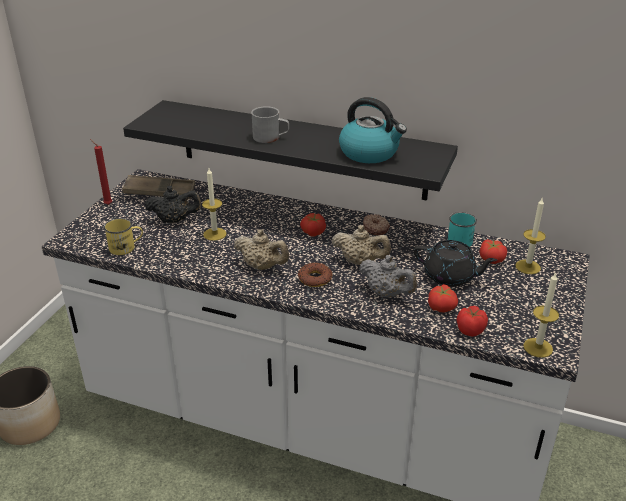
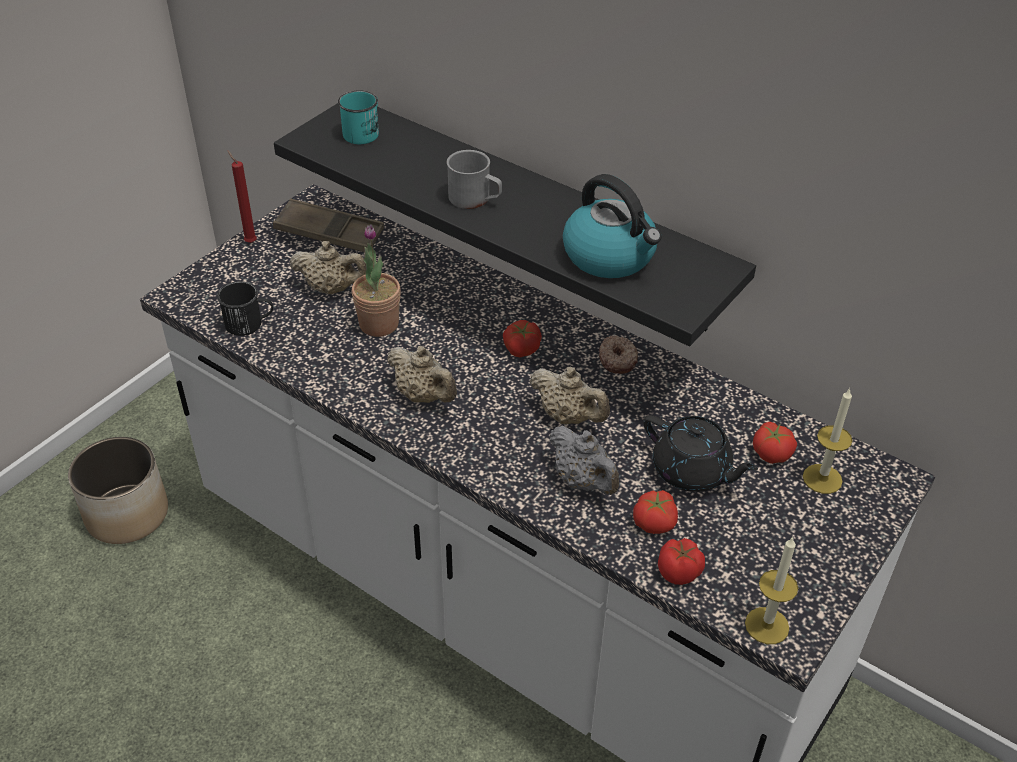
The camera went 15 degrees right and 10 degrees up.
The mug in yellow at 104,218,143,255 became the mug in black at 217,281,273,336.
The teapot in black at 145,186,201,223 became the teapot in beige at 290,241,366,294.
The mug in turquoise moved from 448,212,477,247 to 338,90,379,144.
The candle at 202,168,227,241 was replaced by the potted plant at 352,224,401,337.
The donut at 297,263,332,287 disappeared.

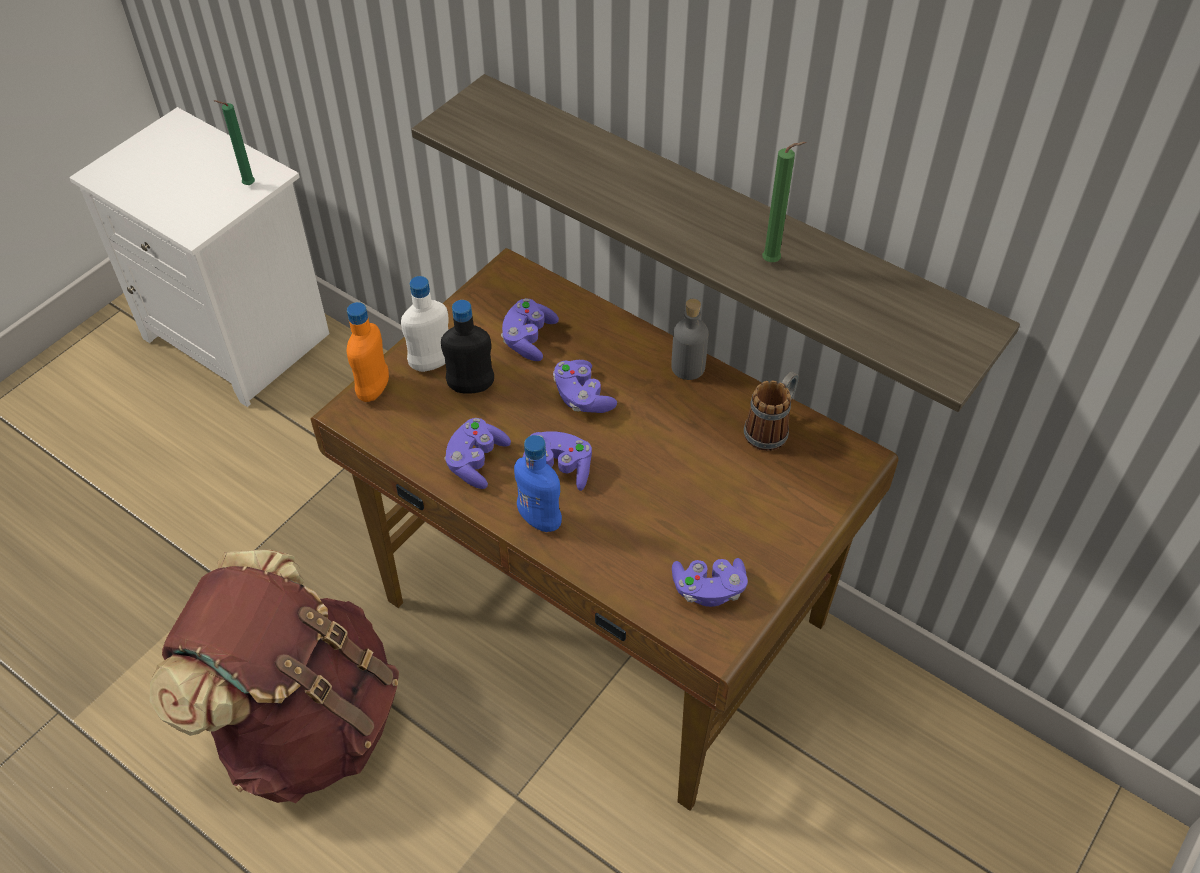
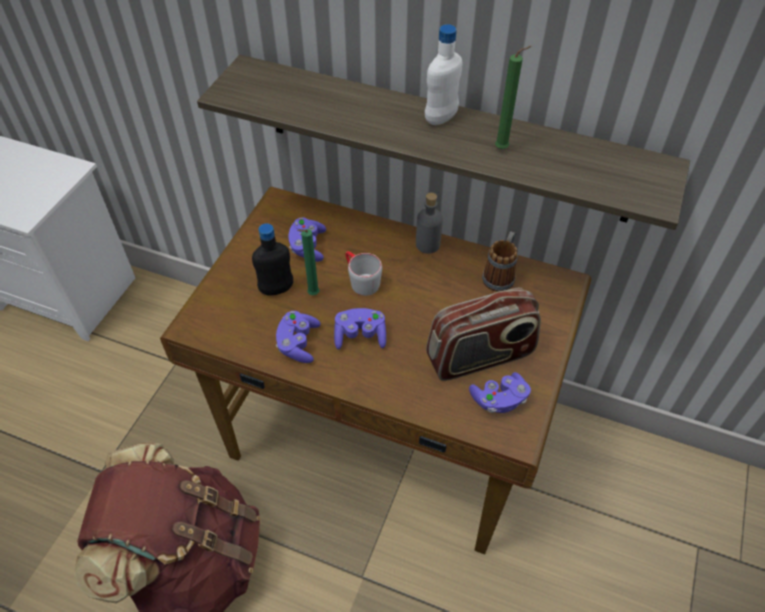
The camera went 15 degrees left and 0 degrees up.
The candle in green moved from 214,100,255,185 to 297,229,320,295.
The game controller in purple at 553,360,617,413 was replaced by the mug in grey at 345,251,382,296.
The bottle in white moved from 401,276,449,372 to 425,24,462,125.
The radio at 426,288,541,381 appeared.
The bottle in orange at 347,302,389,402 disappeared.
The bottle in blue at 514,435,562,532 disappeared.

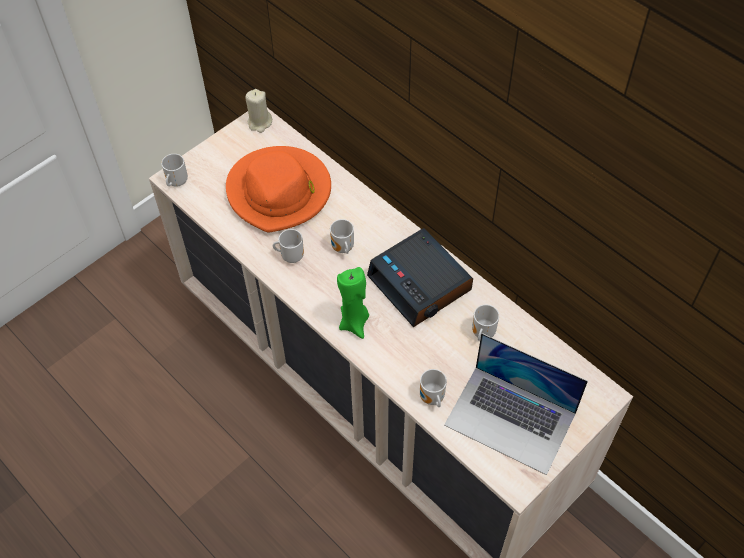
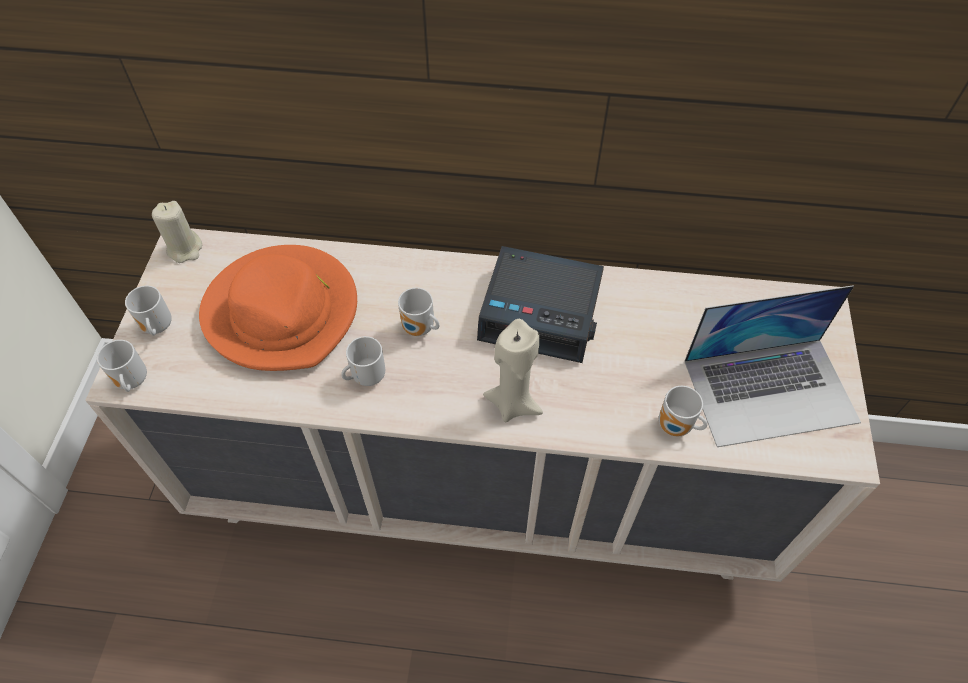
The camera went 40 degrees left and 0 degrees up.
The mug moved from 472,304,499,341 to 125,286,172,335.
The candle in green at 337,267,369,339 became the candle in beige at 483,319,543,422.

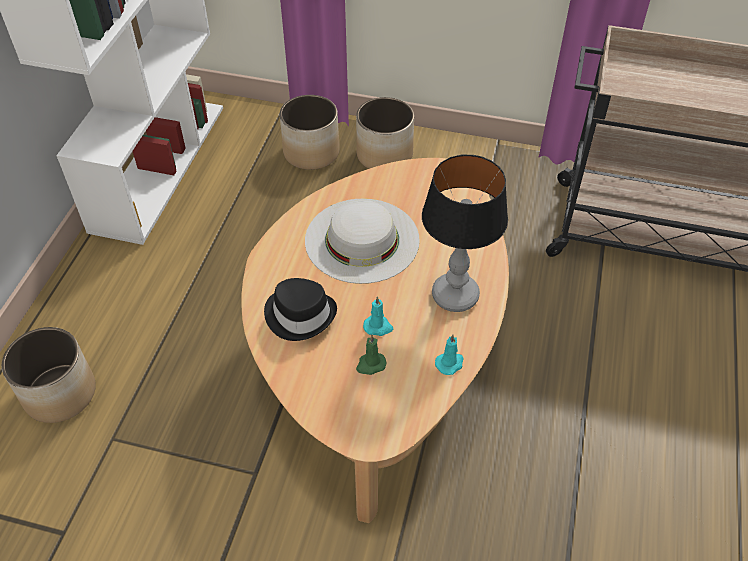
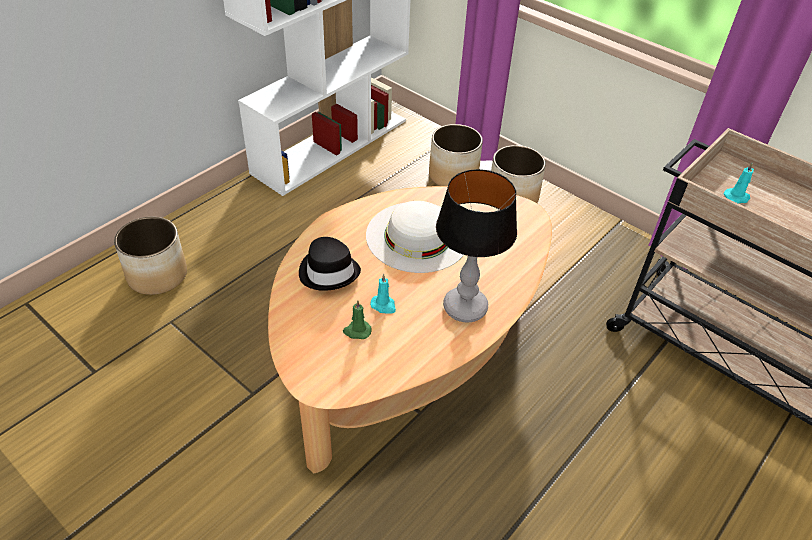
The camera went 25 degrees right and 5 degrees down.
The candle in turquoise moved from 435,335,464,375 to 724,162,754,203.

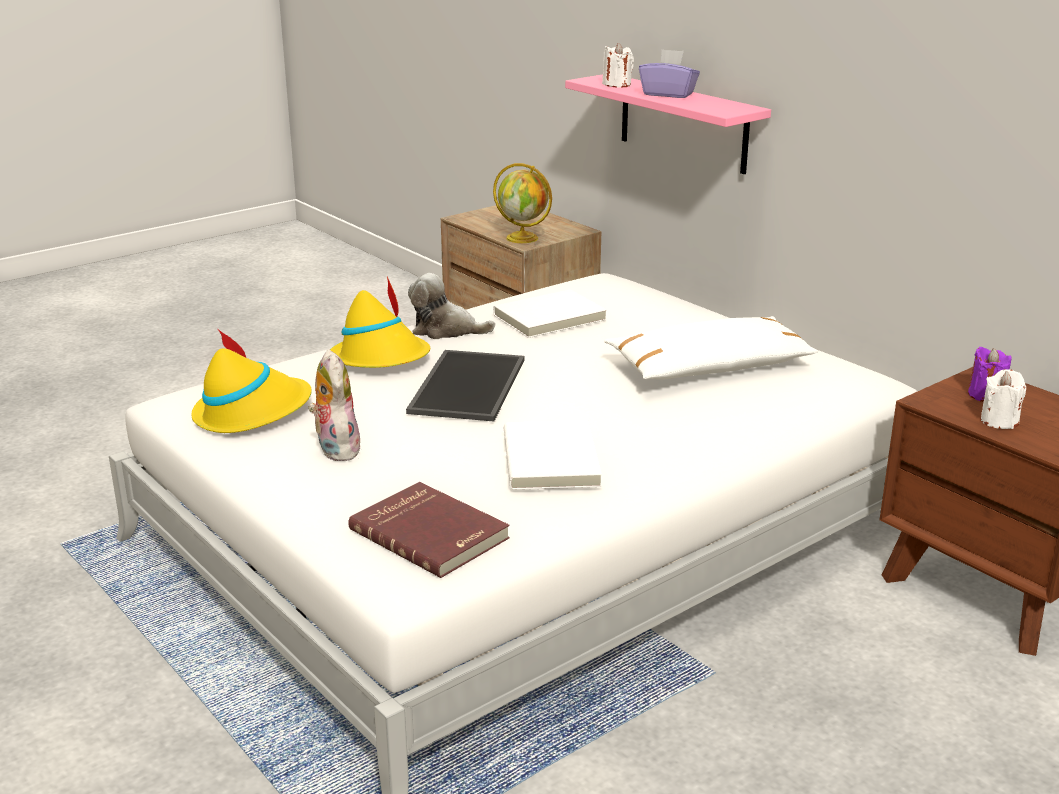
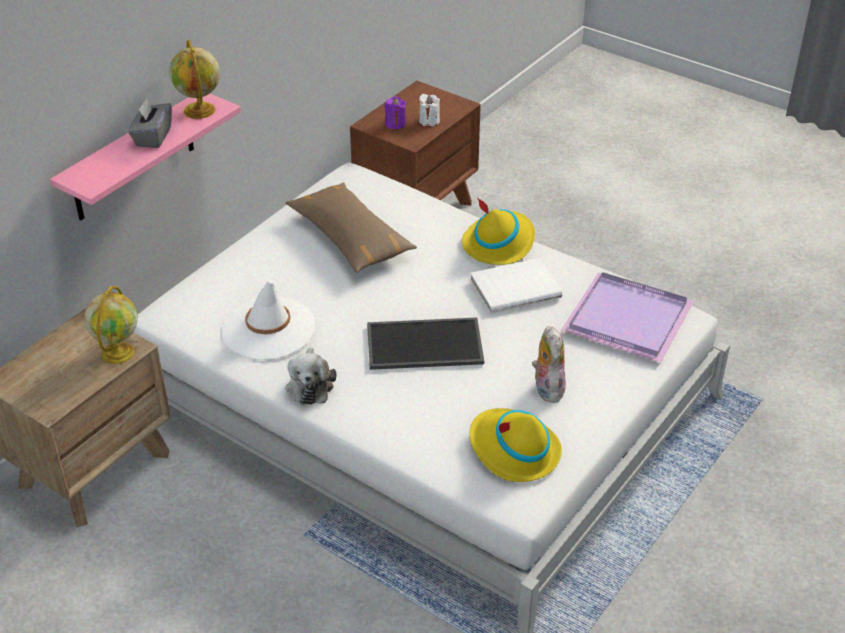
The camera went 105 degrees left and 15 degrees up.
The tissue box in purple at 639,49,700,98 became the tissue box in grey at 129,98,172,148.
The globe at 169,40,220,119 appeared.
The book in white at 493,289,607,338 was replaced by the hat in white at 222,280,315,360.
The pillow in white at 604,316,818,380 became the pillow in brown at 285,182,417,273.
The hat in yellow moved from 330,276,430,368 to 462,198,535,265.
The plush toy at 308,349,361,461 turned 120 degrees clockwise.
The book in red at 348,482,510,578 was replaced by the tray in purple at 561,272,694,363.
The candle in white at 602,43,634,88 disappeared.

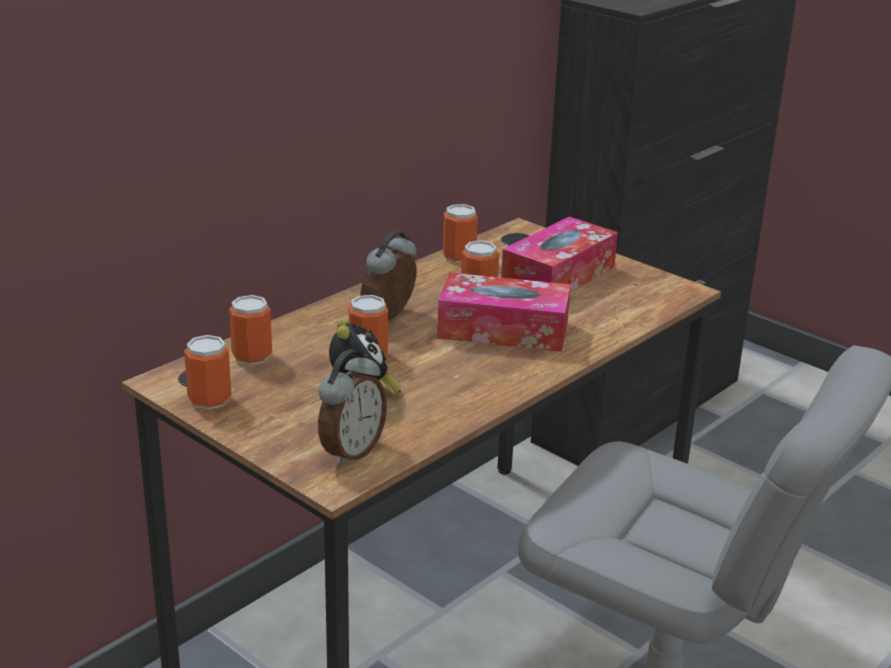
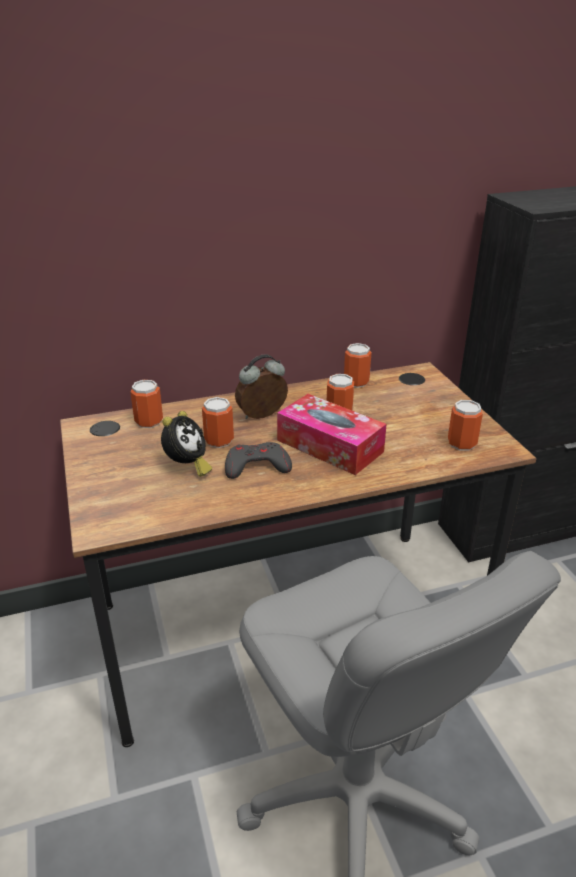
The camera went 30 degrees right and 5 degrees up.
The game controller in grey at 225,442,292,479 appeared.
The can moved from 184,335,231,409 to 448,400,483,451.
The alarm clock at 318,349,387,466 disappeared.
The tissue box at 501,217,618,292 disappeared.

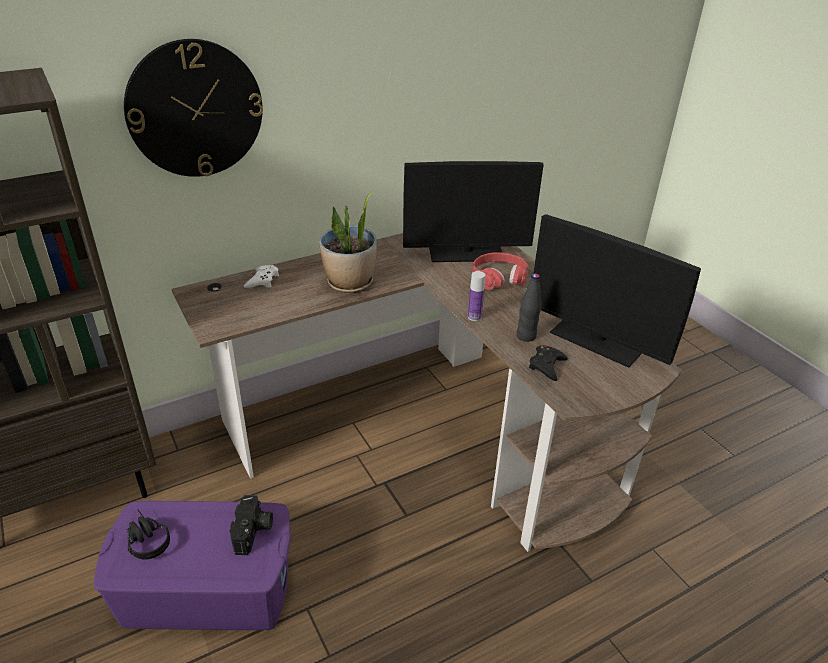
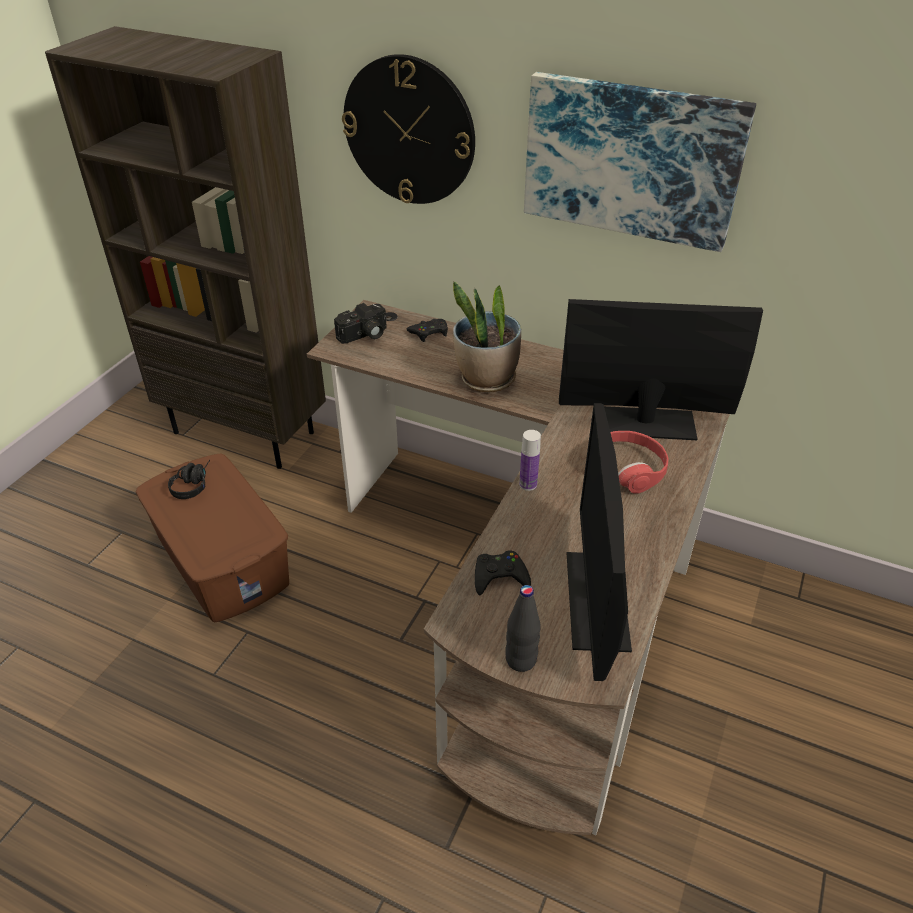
The camera went 55 degrees right and 5 degrees up.
The storage box in purple at 94,501,291,630 became the storage box in brown at 136,454,289,622.
The photo camera moved from 230,495,273,555 to 334,303,386,344.
The game controller in white at 244,265,279,288 became the game controller in black at 407,319,448,342.
The bottle in black moved from 517,273,542,342 to 505,585,541,672.
The picture at 524,72,756,252 appeared.
The monitor at 403,161,544,262 turned 135 degrees clockwise.

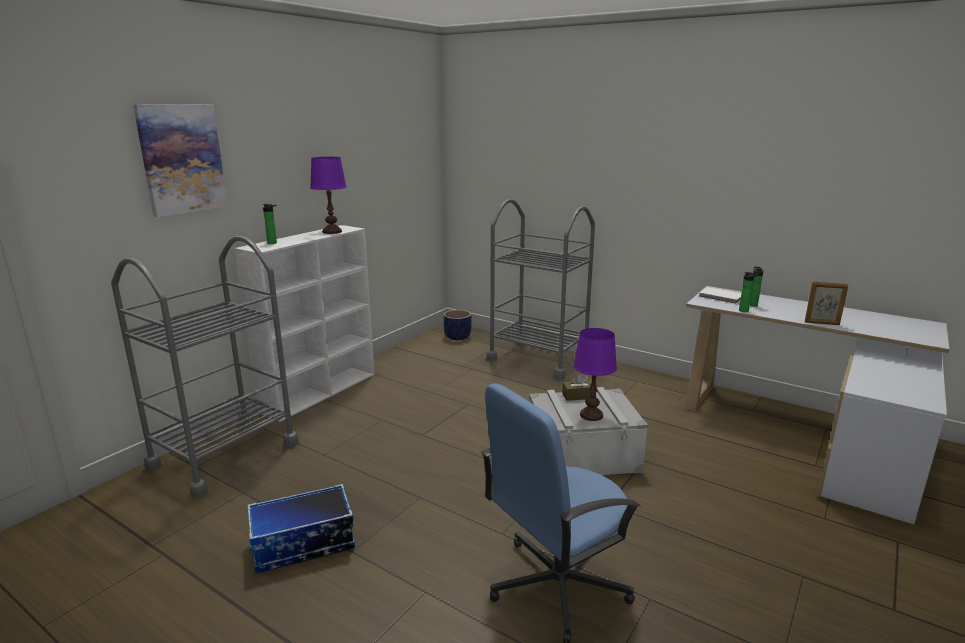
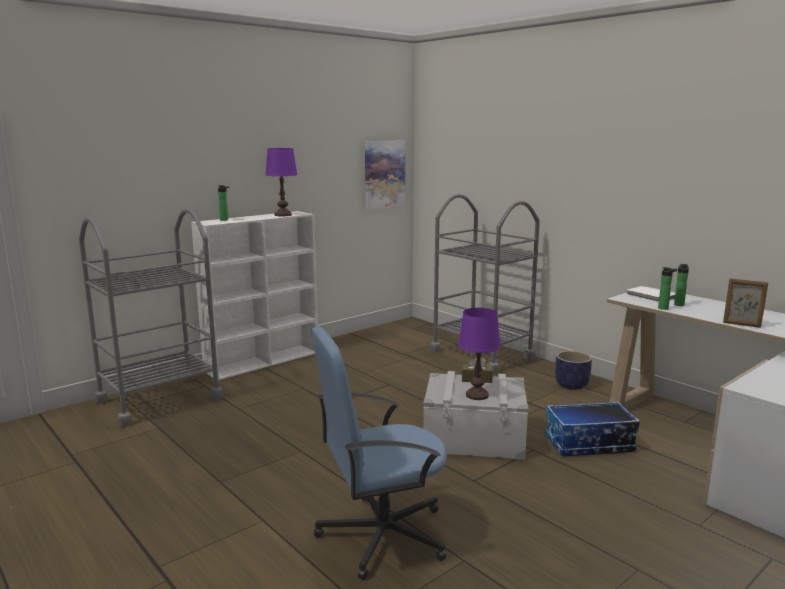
The camera went 15 degrees right and 5 degrees down.
The picture moved from 133,104,228,217 to 365,141,405,210.
The storage box moved from 247,484,355,573 to 545,402,640,456.
The planter moved from 443,310,472,340 to 555,351,592,390.

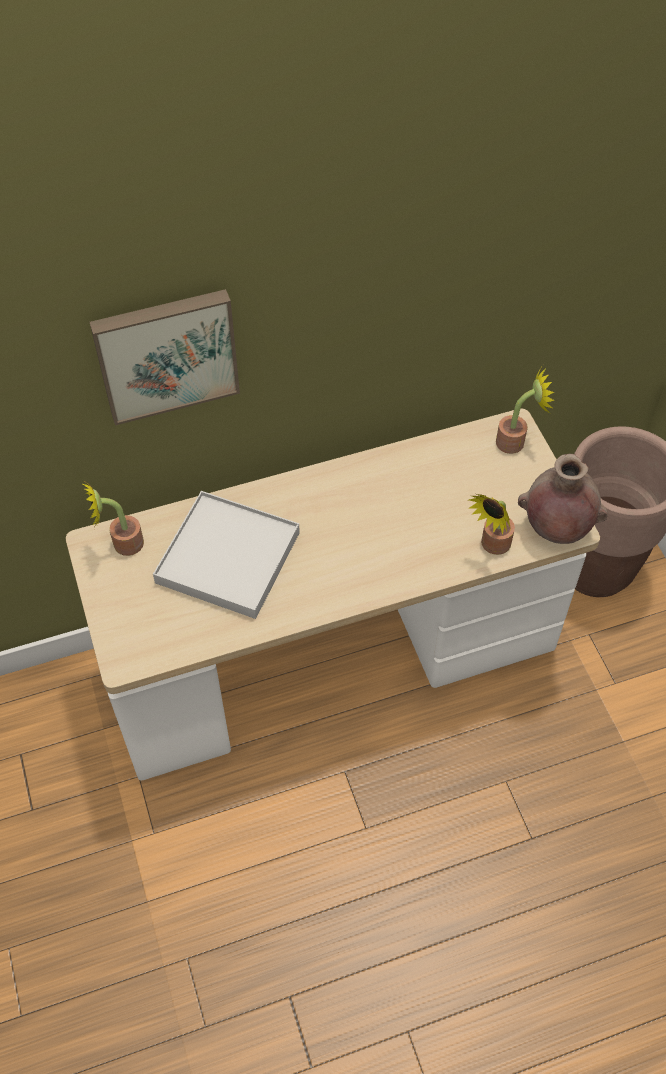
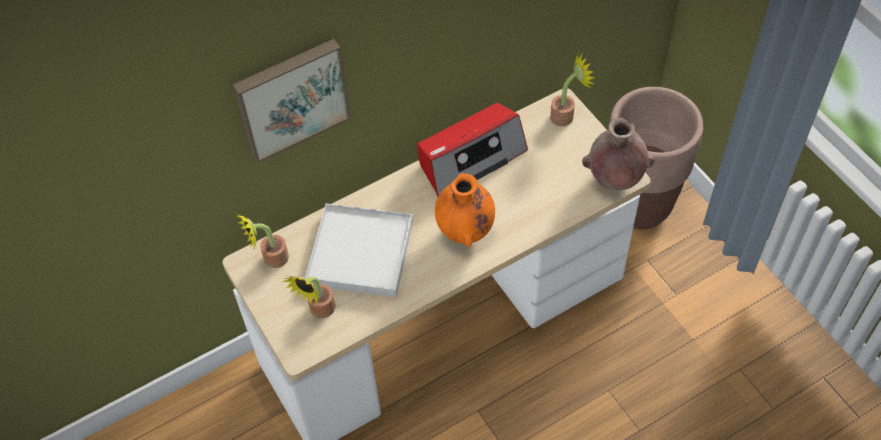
The camera went 10 degrees left and 0 degrees up.
The potted plant moved from 468,494,515,555 to 283,276,335,318.
The radio at 417,103,528,196 appeared.
The vase in orange at 435,173,495,246 appeared.

